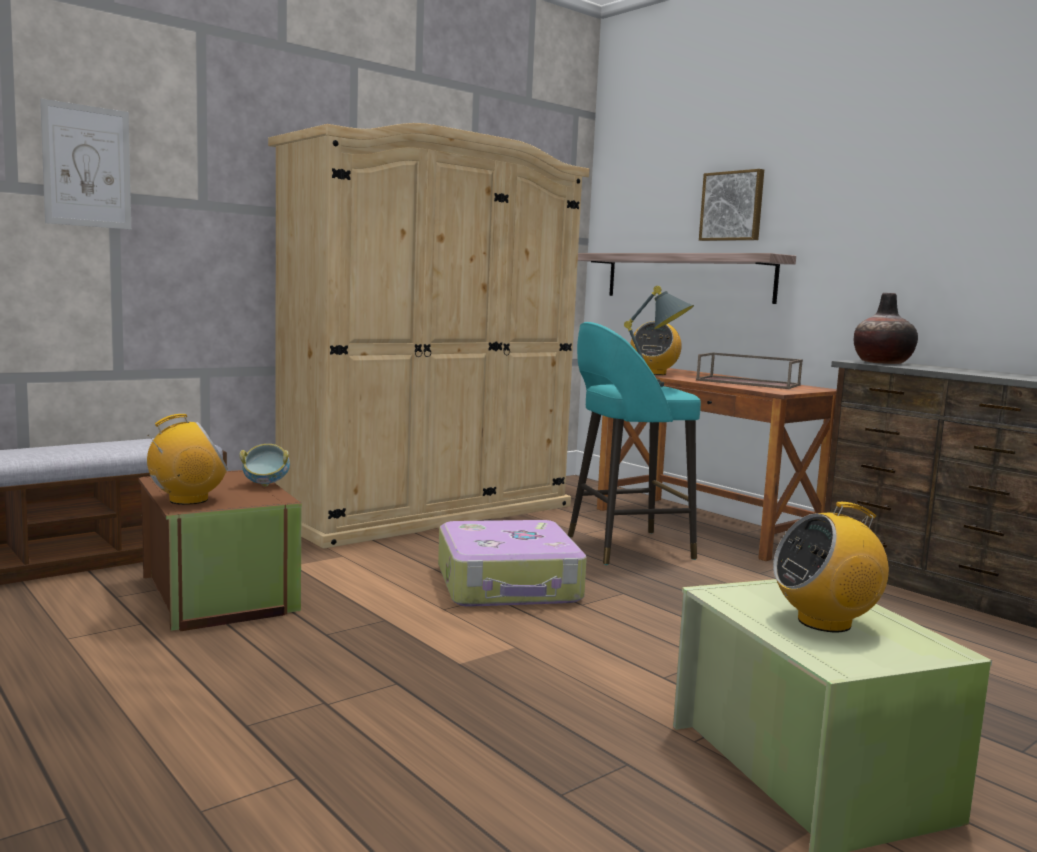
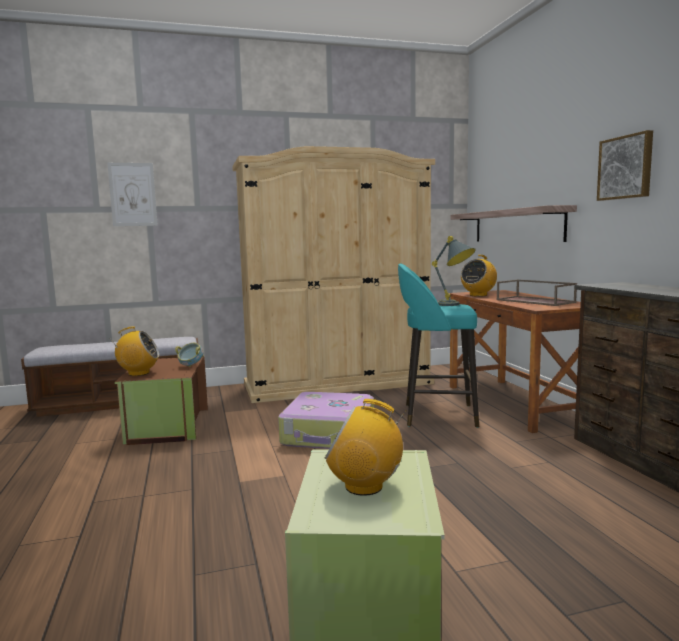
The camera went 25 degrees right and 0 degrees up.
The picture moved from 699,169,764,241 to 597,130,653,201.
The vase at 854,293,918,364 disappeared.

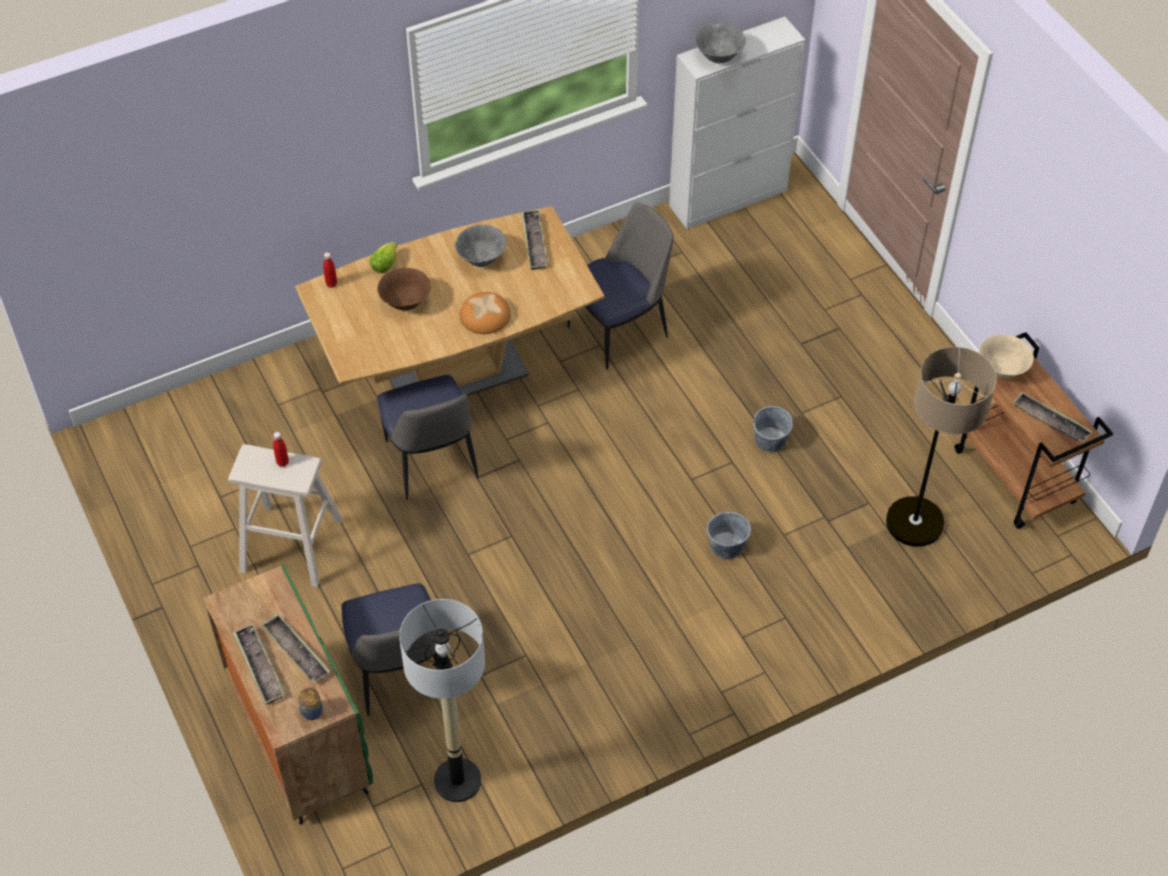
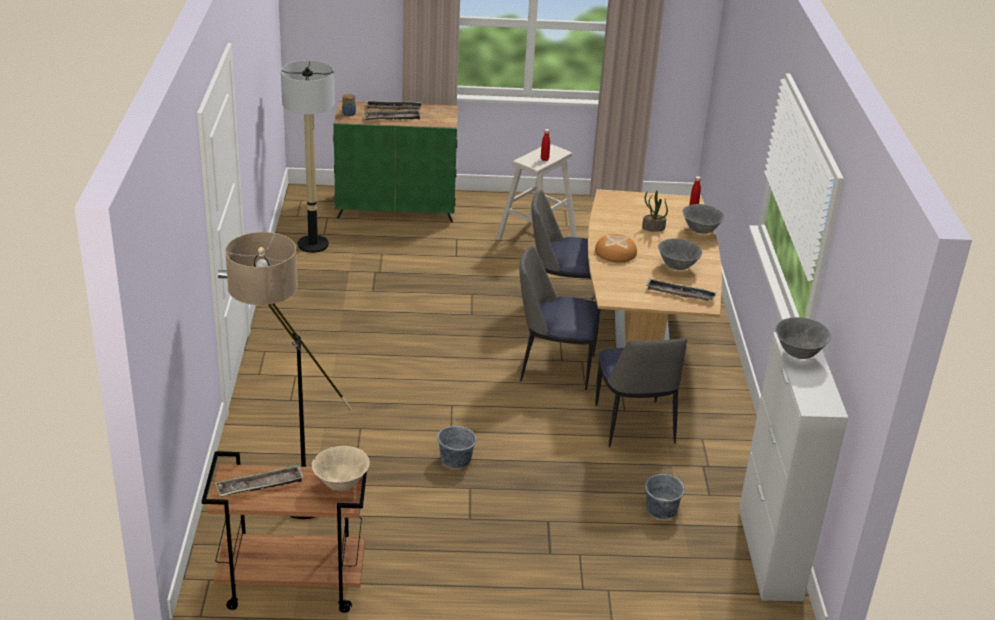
The camera went 115 degrees right and 20 degrees down.
The chair moved from 341,583,439,716 to 519,246,601,390.
The bowl in brown at 377,268,431,311 was replaced by the potted plant at 642,190,668,232.
The bucket in grey moved from 707,509,751,559 to 645,469,685,519.
The lettuce at 370,242,397,273 was replaced by the bowl in grey at 682,204,724,234.

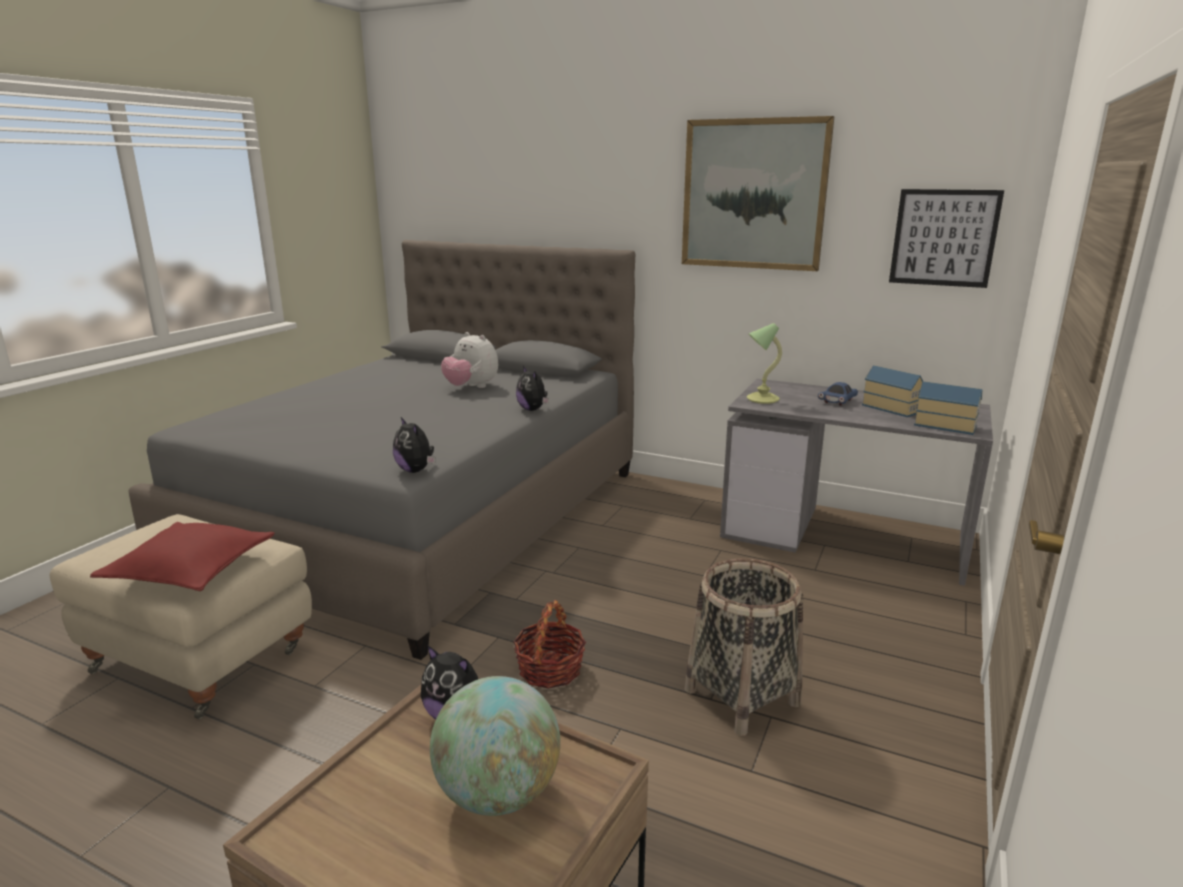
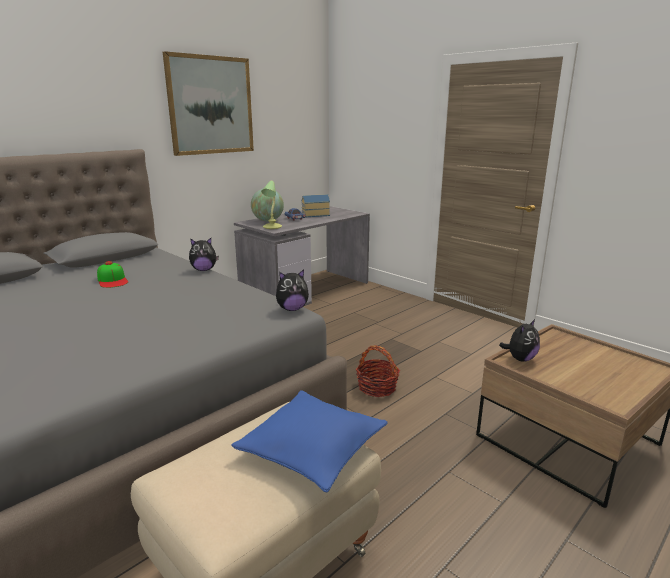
The camera went 70 degrees left and 0 degrees up.
The plush toy at 441,332,498,388 was replaced by the cap at 97,261,128,288.
The pillow in red at 90,522,274,591 became the pillow in blue at 231,390,388,493.
The globe moved from 430,676,560,816 to 251,189,284,221.
The basket at 684,558,803,736 disappeared.
The picture at 889,189,1004,288 disappeared.
The toy house at 914,381,983,435 disappeared.

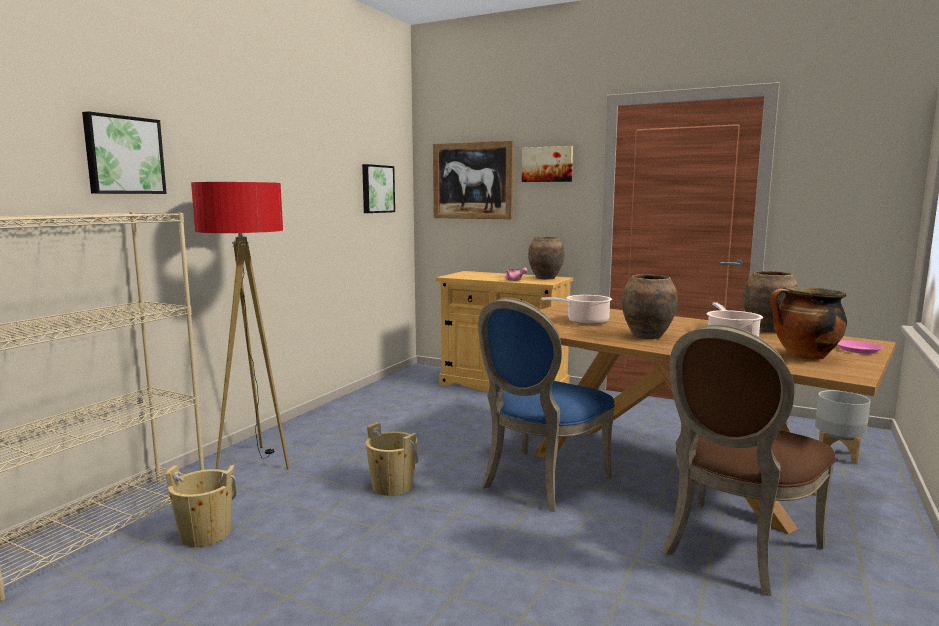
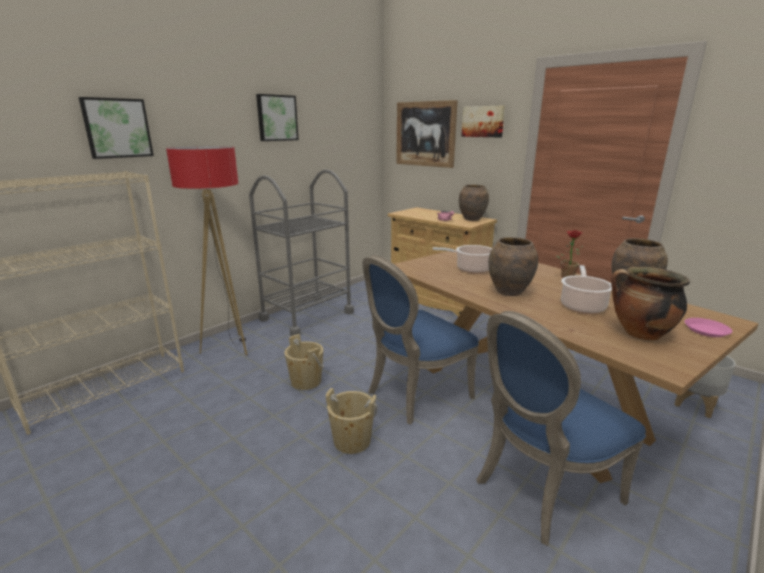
The camera went 15 degrees right and 10 degrees up.
The cart in grey at 249,169,354,336 appeared.
The picture moved from 362,164,395,213 to 256,94,299,141.
The bucket in beige moved from 166,465,237,547 to 325,388,377,454.
The chair in brown at 662,324,836,596 became the chair in blue at 476,311,646,546.
The potted plant at 556,230,583,278 appeared.

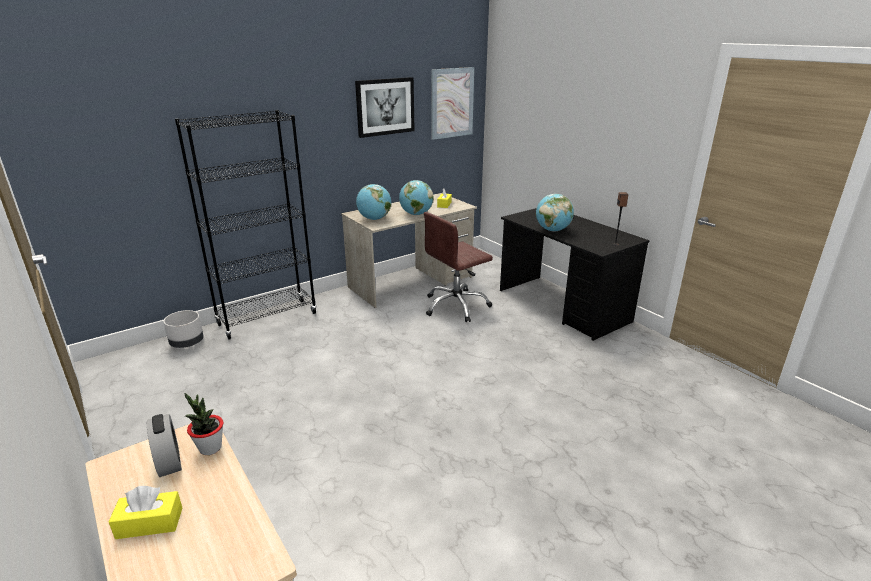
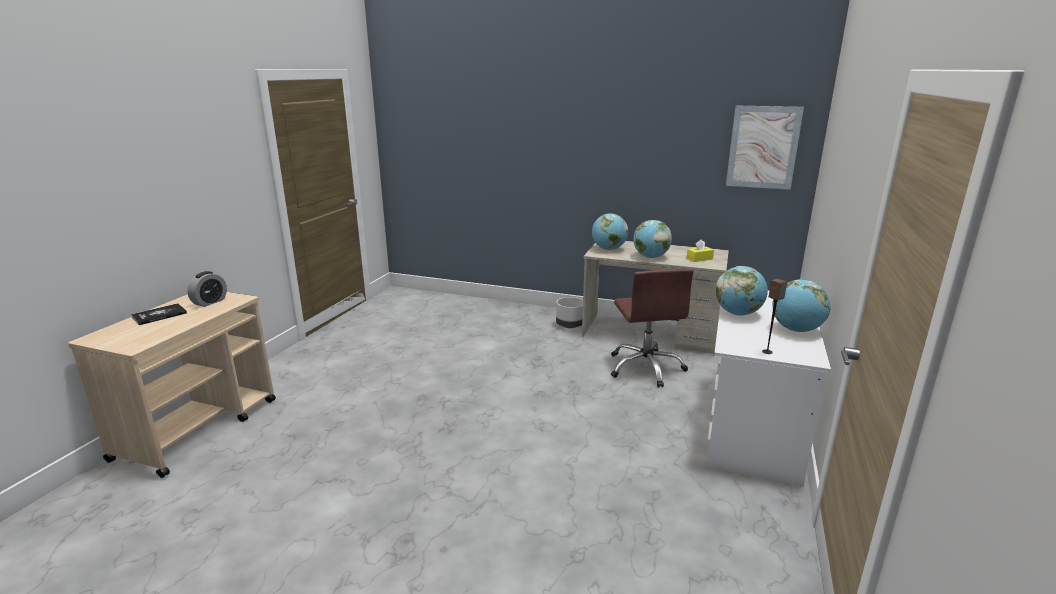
The camera went 55 degrees right and 5 degrees down.
The tissue box in yellow at 109,486,182,539 was replaced by the book at 131,303,187,325.
The planter in grey moved from 163,310,204,348 to 556,297,583,328.
The office chair in brown at 424,212,493,322 turned 120 degrees counterclockwise.
The desk in black at 500,208,650,341 became the desk in white at 707,290,831,486.
The globe at 772,279,831,332 appeared.
The bookcase in black at 175,110,317,340 disappeared.
The potted plant at 185,393,223,455 disappeared.
The picture at 355,77,415,138 disappeared.

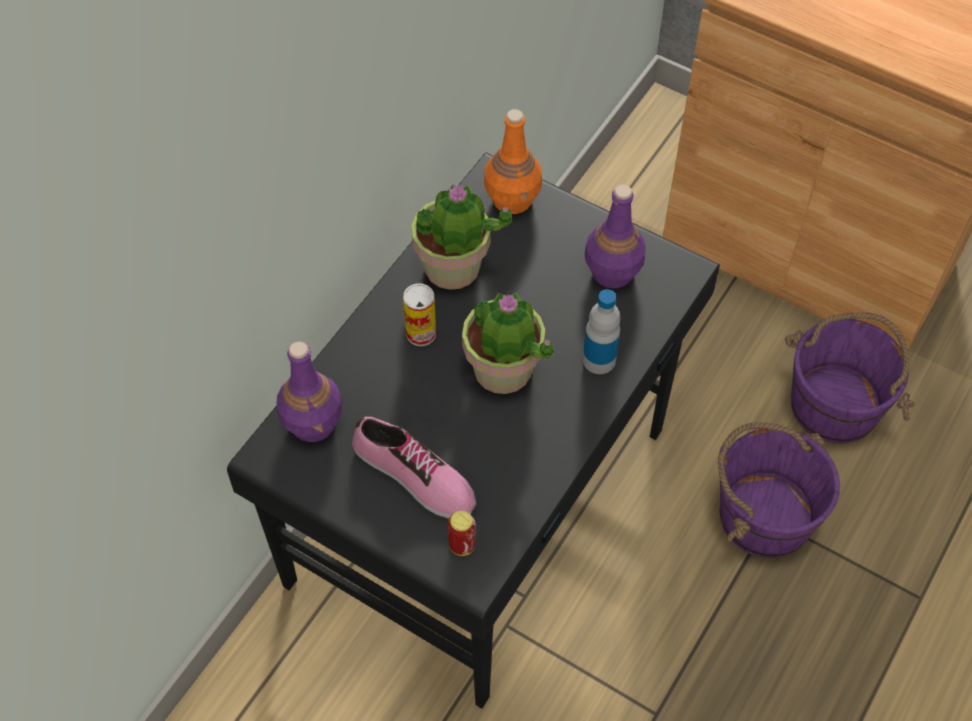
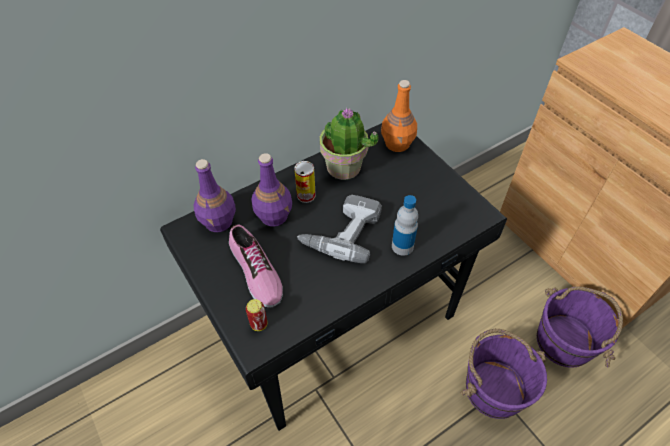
The camera went 25 degrees right and 5 degrees down.
The bottle in purple moved from 585,185,646,288 to 251,153,292,227.
The potted plant at 462,292,554,394 was replaced by the power drill at 297,195,382,263.

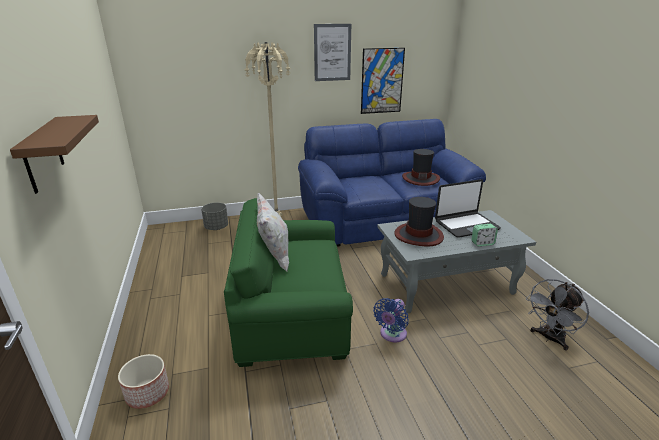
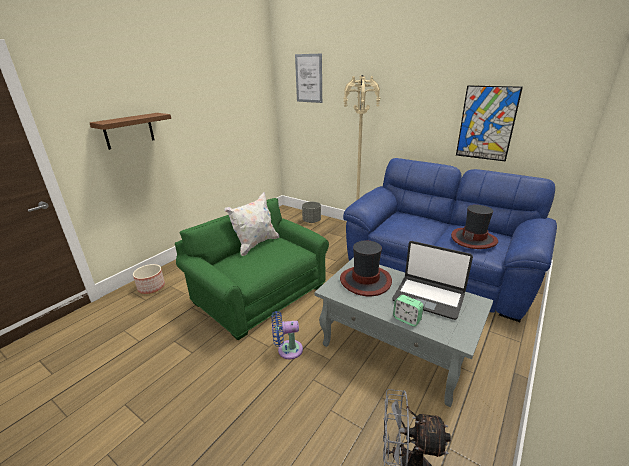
The camera went 50 degrees right and 0 degrees up.
The picture moved from 314,24,351,81 to 295,54,322,103.

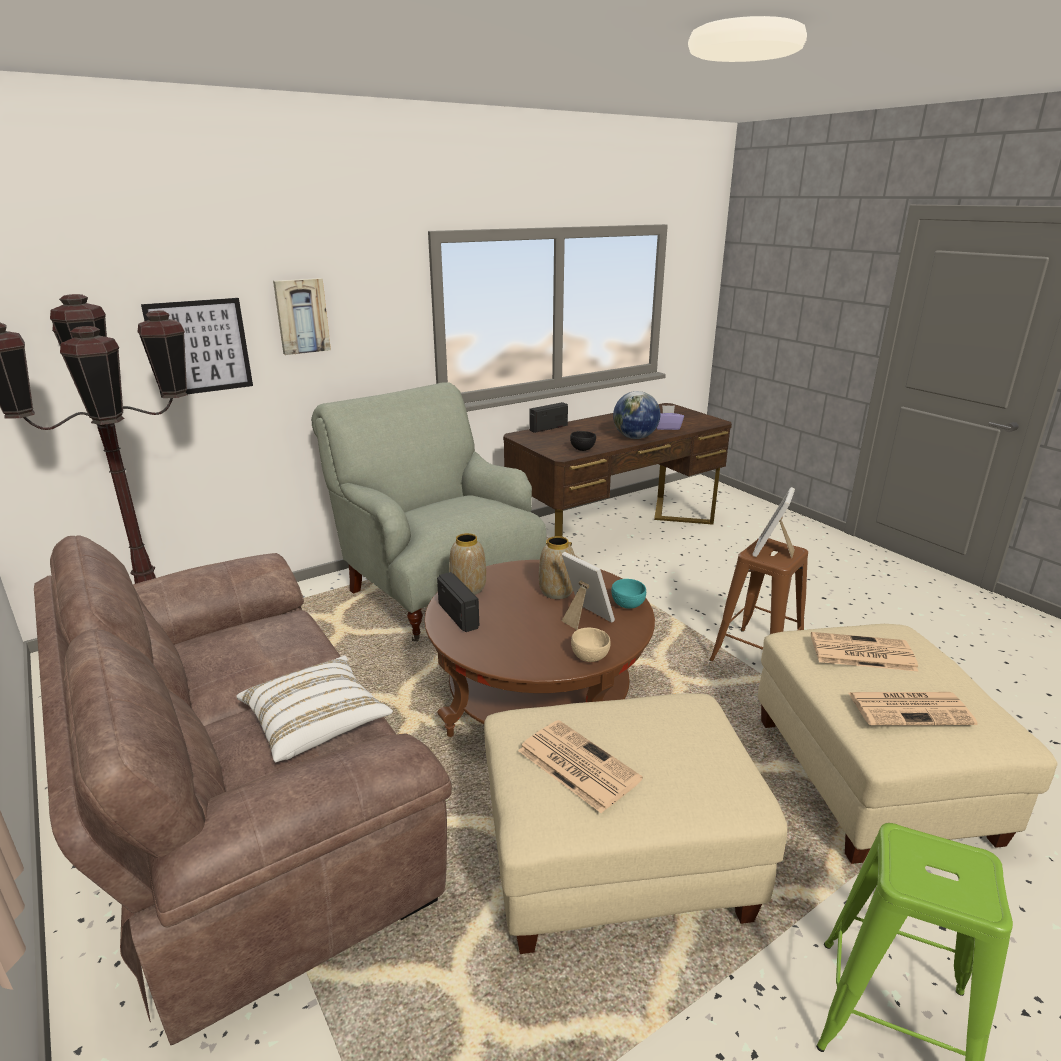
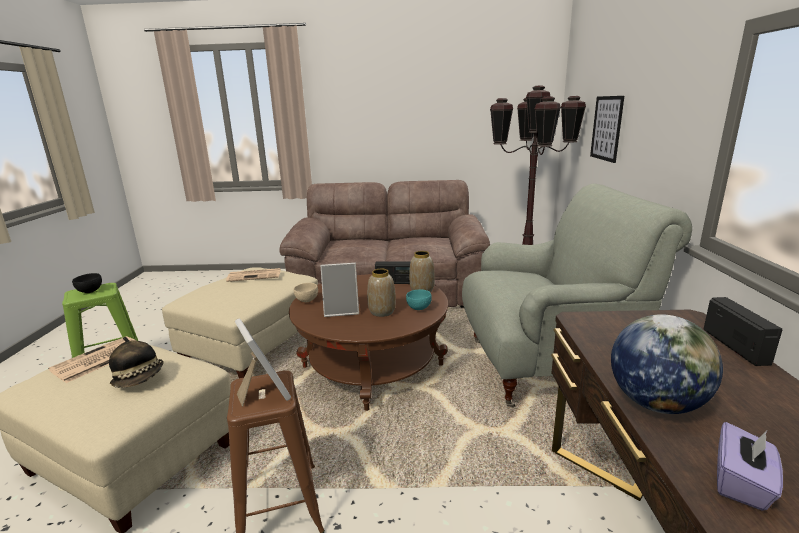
The camera went 125 degrees right and 5 degrees down.
The bowl in black moved from 570,431,596,451 to 72,273,102,293.
The newspaper at 811,632,919,672 was replaced by the hat at 109,337,164,388.
The bowl in turquoise moved from 611,579,646,609 to 406,289,432,310.
The pillow in white at 236,656,393,762 disappeared.
The picture at 273,278,331,355 disappeared.

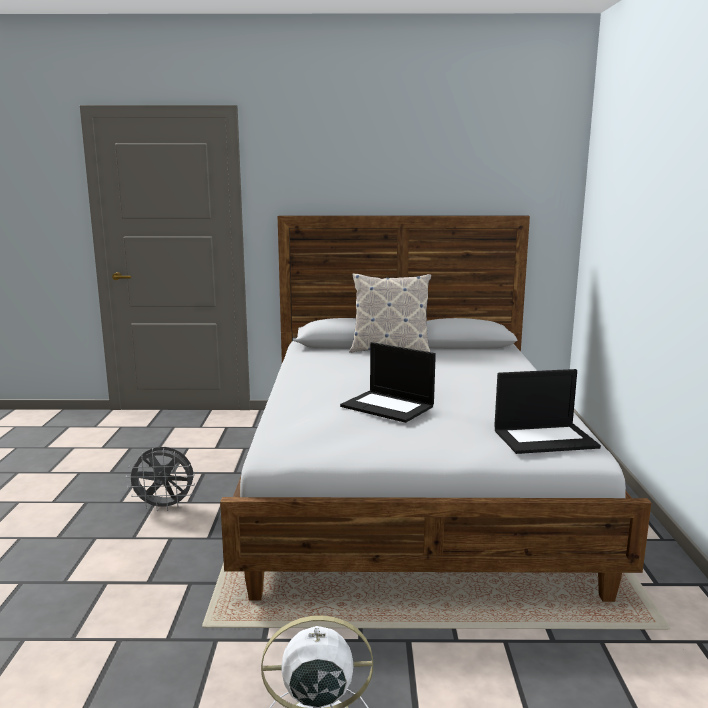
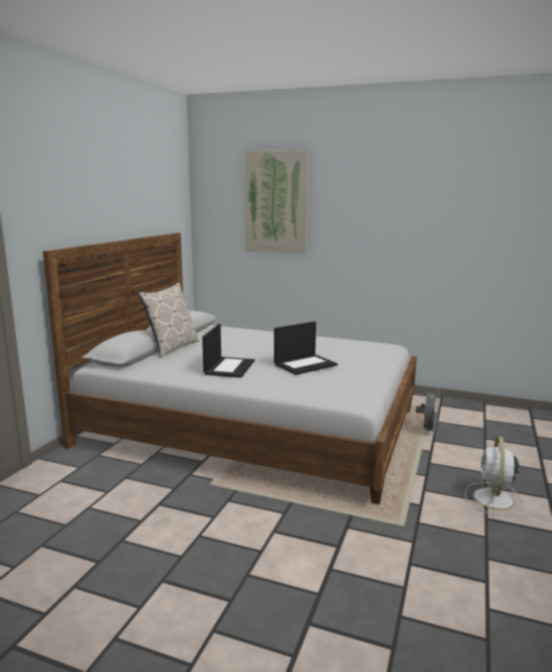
The camera went 70 degrees left and 0 degrees up.
The laptop moved from 494,369,601,454 to 202,324,255,378.
The picture at 245,150,309,253 appeared.
The fan in grey moved from 126,447,195,512 to 416,389,439,435.

